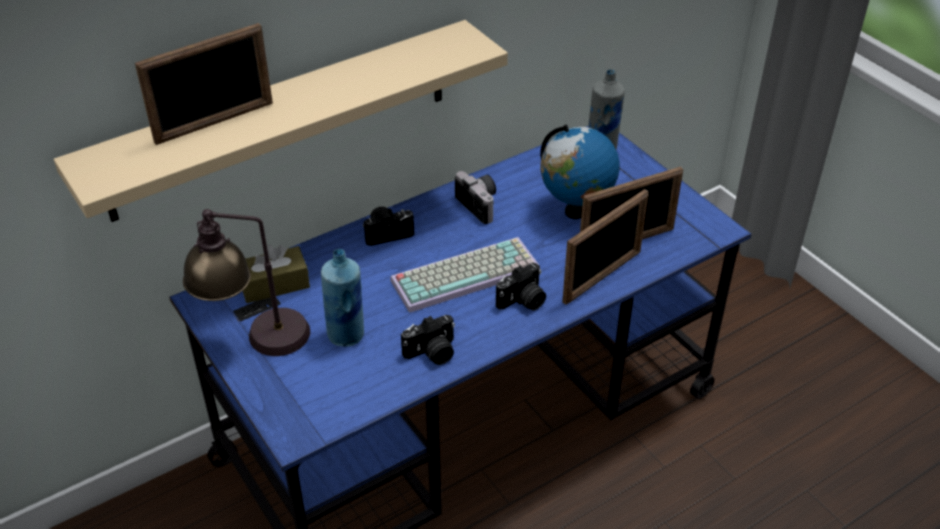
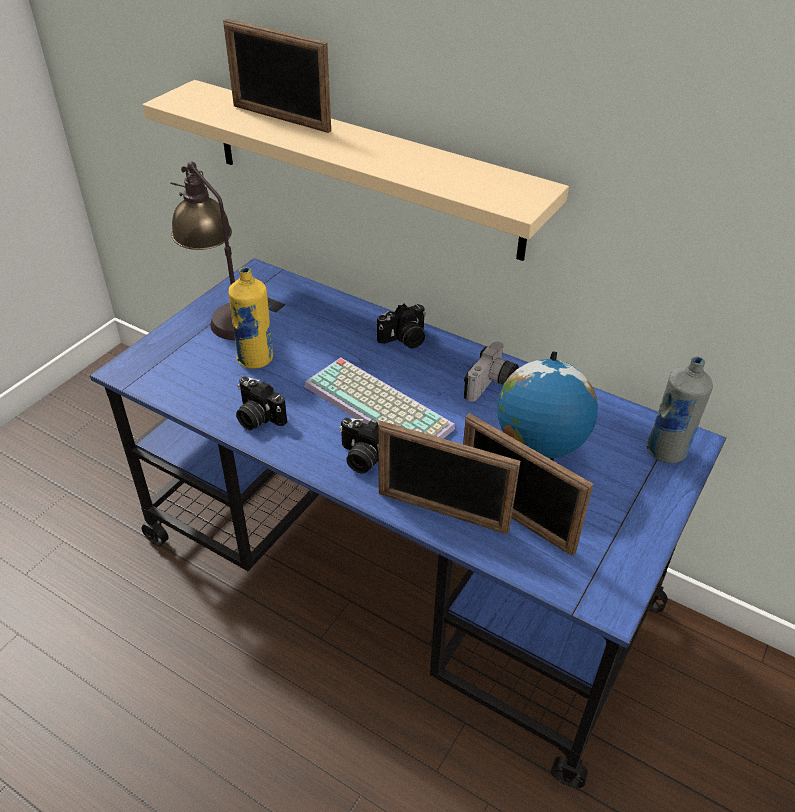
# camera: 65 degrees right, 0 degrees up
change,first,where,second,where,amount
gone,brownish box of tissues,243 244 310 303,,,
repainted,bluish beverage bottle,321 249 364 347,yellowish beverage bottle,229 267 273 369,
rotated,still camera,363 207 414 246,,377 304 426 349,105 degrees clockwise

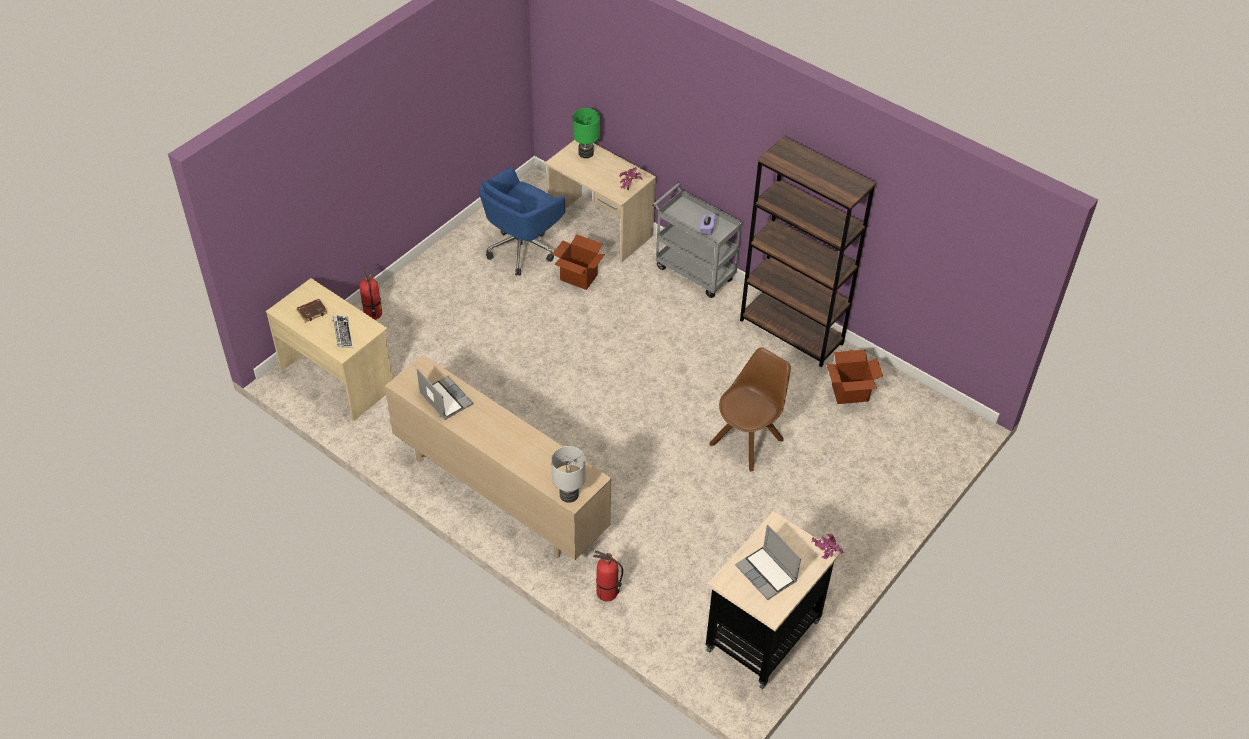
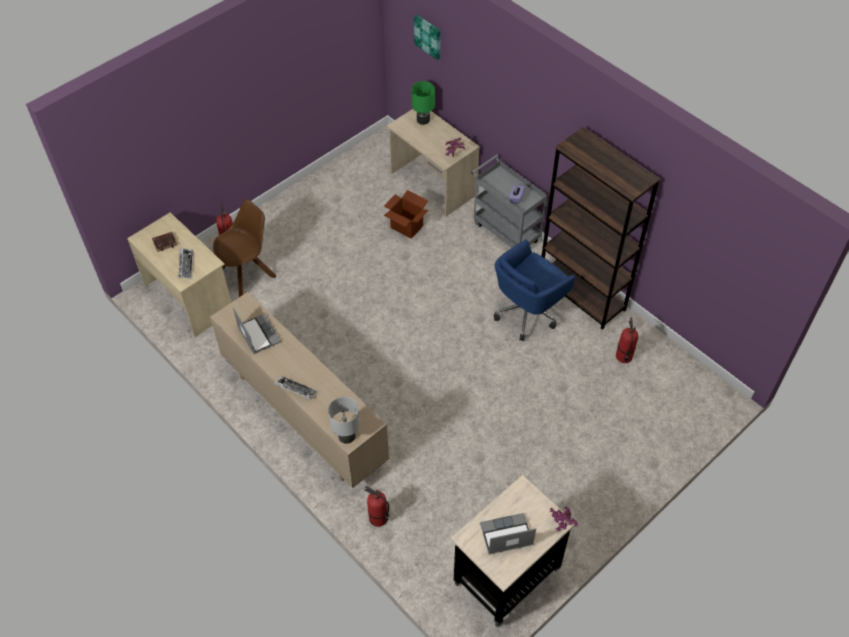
# camera: 10 degrees right, 5 degrees up
change,first,where,second,where,amount
shifted,bluish computer chair,478 167 565 276,,494 240 575 341,
shifted,brownish upright chair,709 347 791 472,,213 199 276 297,
rotated,portable computer,735 525 801 600,,480 513 536 554,105 degrees clockwise
swapped,carton,827 350 883 404,fire extinguisher,616 318 638 363,
new,,,PC keyboard,274 376 317 399,
new,,,picture,414 14 441 60,

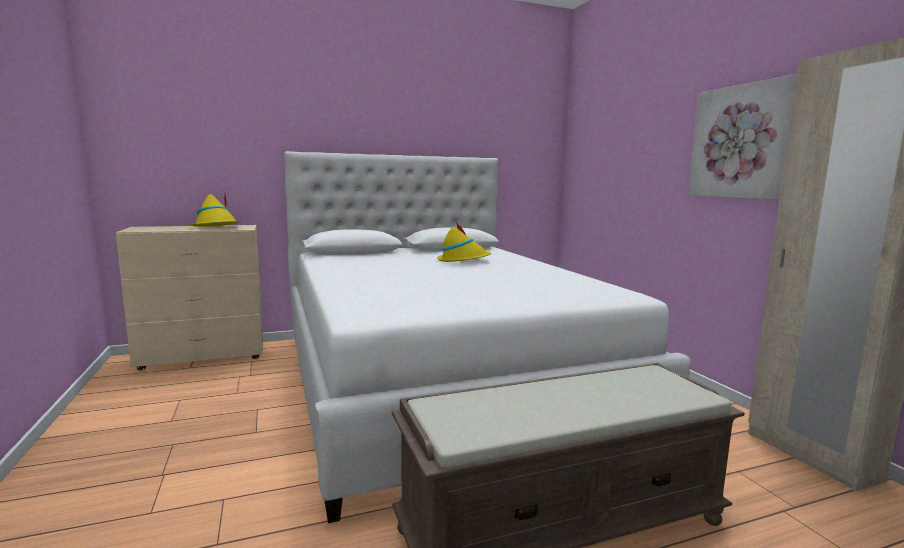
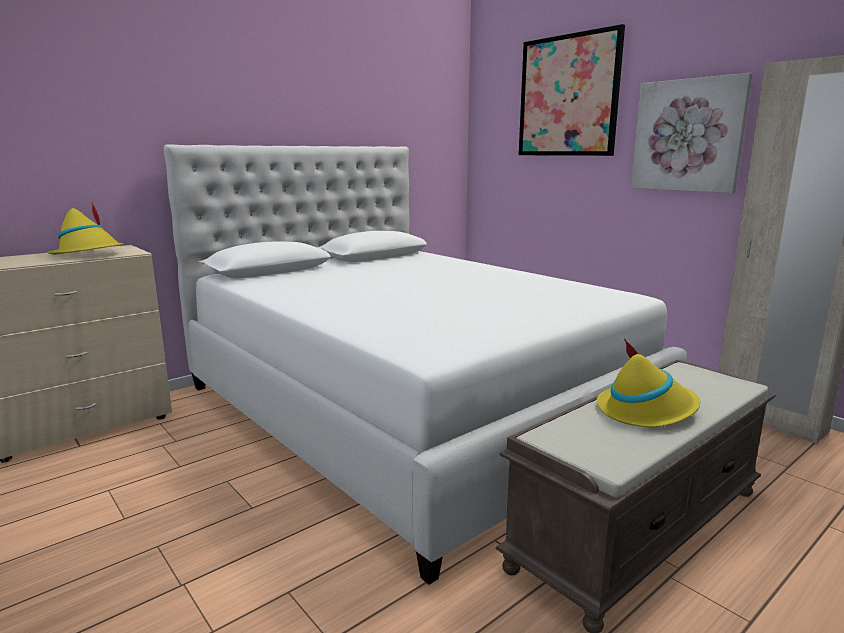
# camera: 20 degrees left, 5 degrees up
change,first,where,second,where,amount
shifted,yellowish hat,437 222 491 262,,597 338 700 427,
new,,,picture,518 24 625 156,

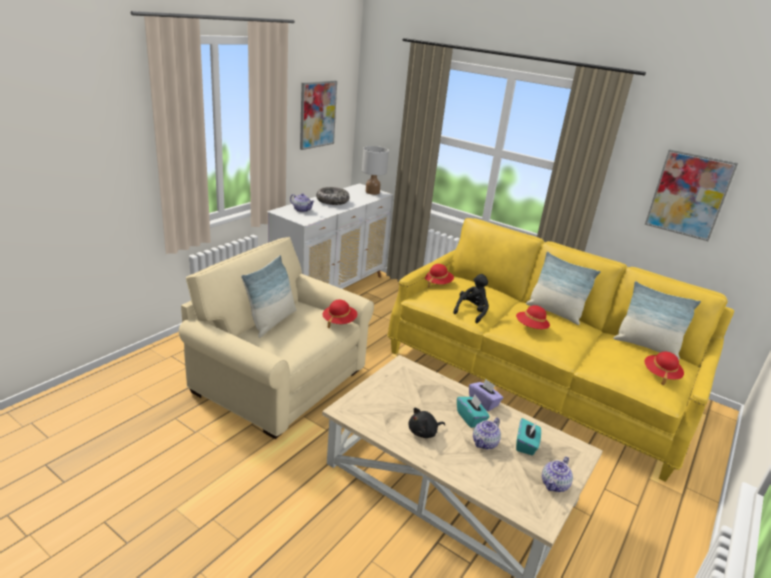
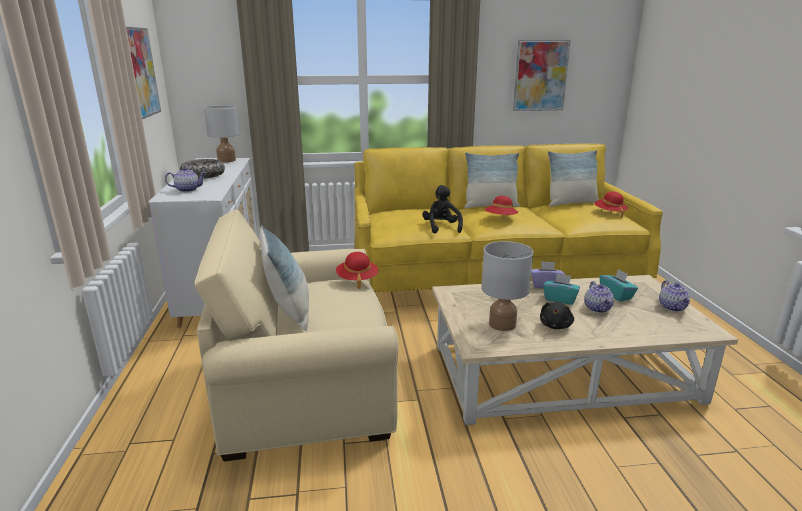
# camera: 40 degrees left, 5 degrees down
change,first,where,second,where,amount
gone,reddish hat,425 264 454 287,,,
new,,,greyish table lamp,481 241 533 331,

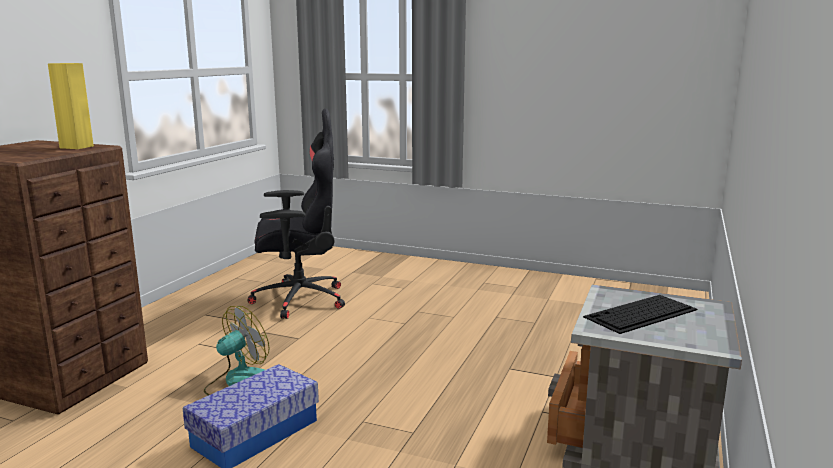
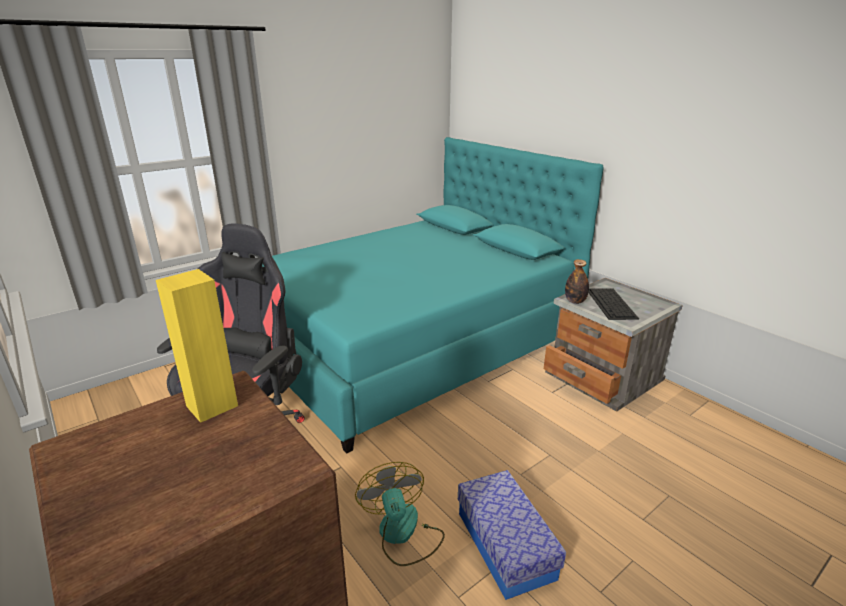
# camera: 60 degrees left, 10 degrees up
change,first,where,second,where,amount
new,,,blue-green bedroom bed,262 137 604 453,
new,,,beverage bottle,565 259 589 304,

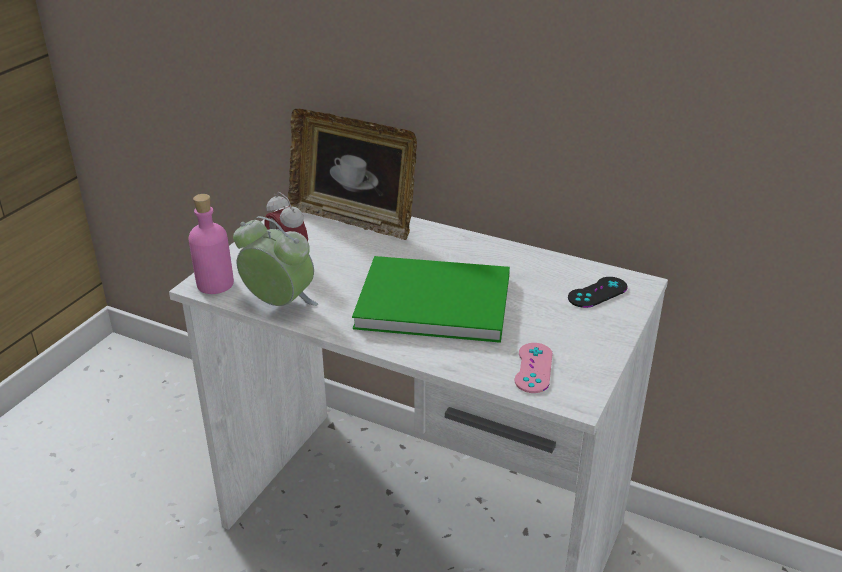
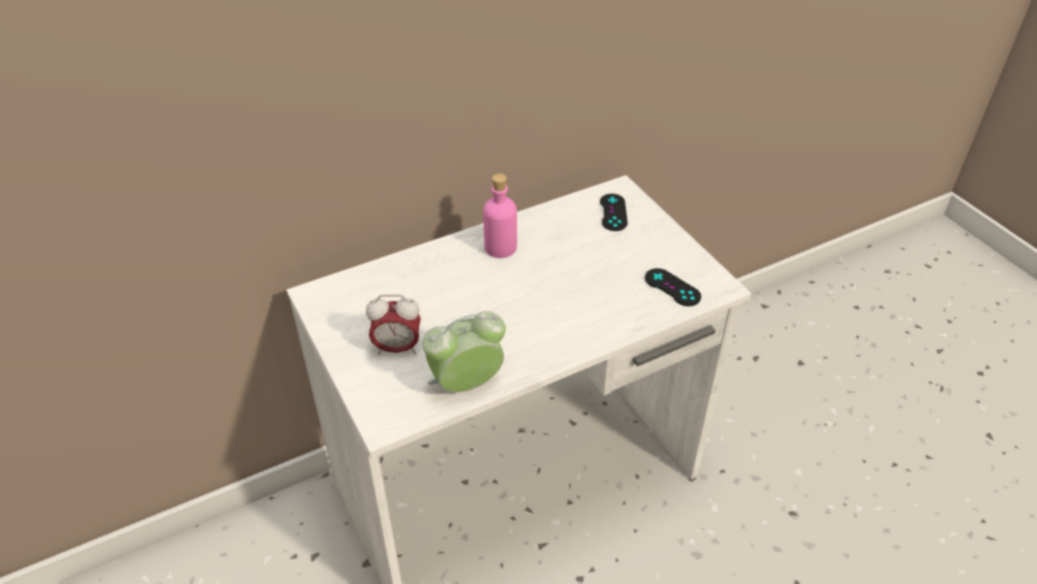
# camera: 55 degrees left, 10 degrees up
change,first,where,second,where,amount
shifted,pink-coloured beverage bottle,189 194 234 294,,483 174 517 258,
gone,picture frame,288 109 417 240,,,
gone,green-coloured volume,352 256 510 343,,,
repainted,pink-coloured game controller,515 343 553 393,black-coloured game controller,645 268 701 306,

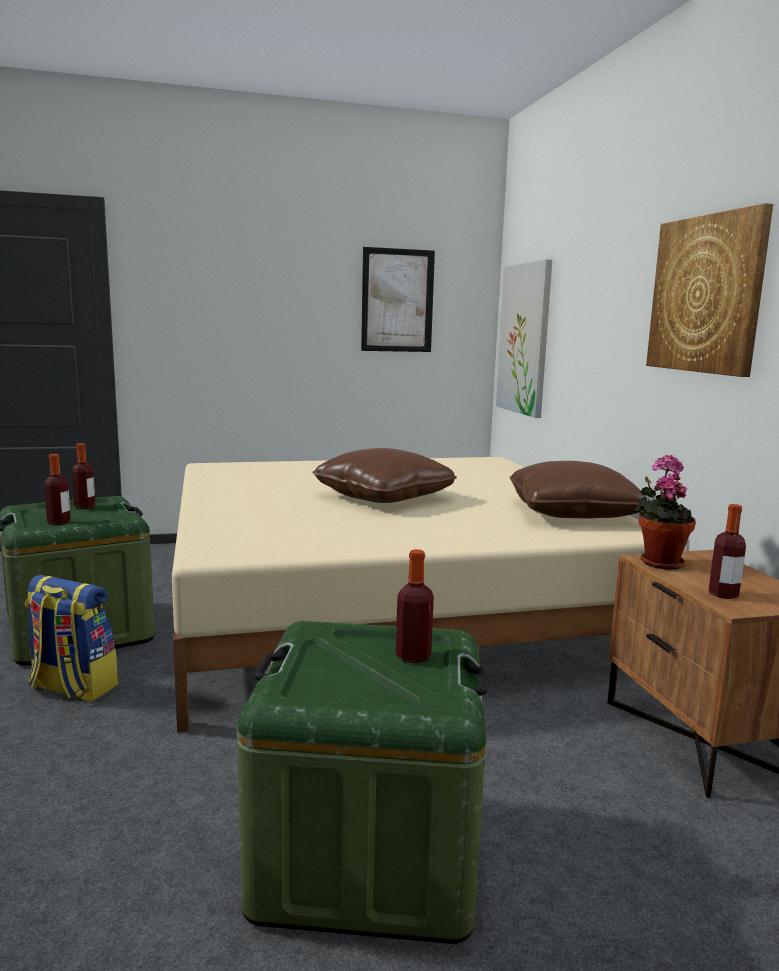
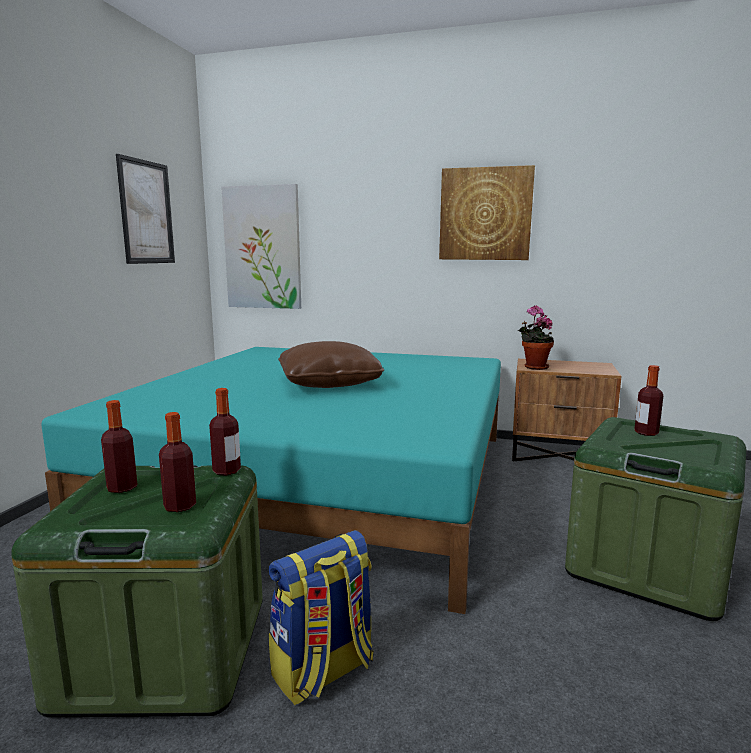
# camera: 60 degrees left, 0 degrees up
change,first,where,second,where,amount
repainted,beige bedroom bed,172 457 687 733,blue-green bedroom bed,41 347 501 614,
gone,brownish cushion,510 461 646 518,,,
shifted,beverage bottle,709 504 746 599,,209 388 241 476,

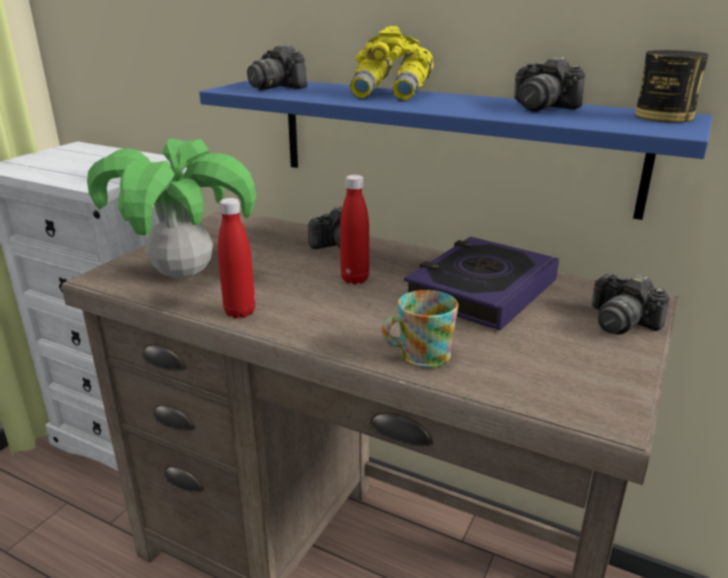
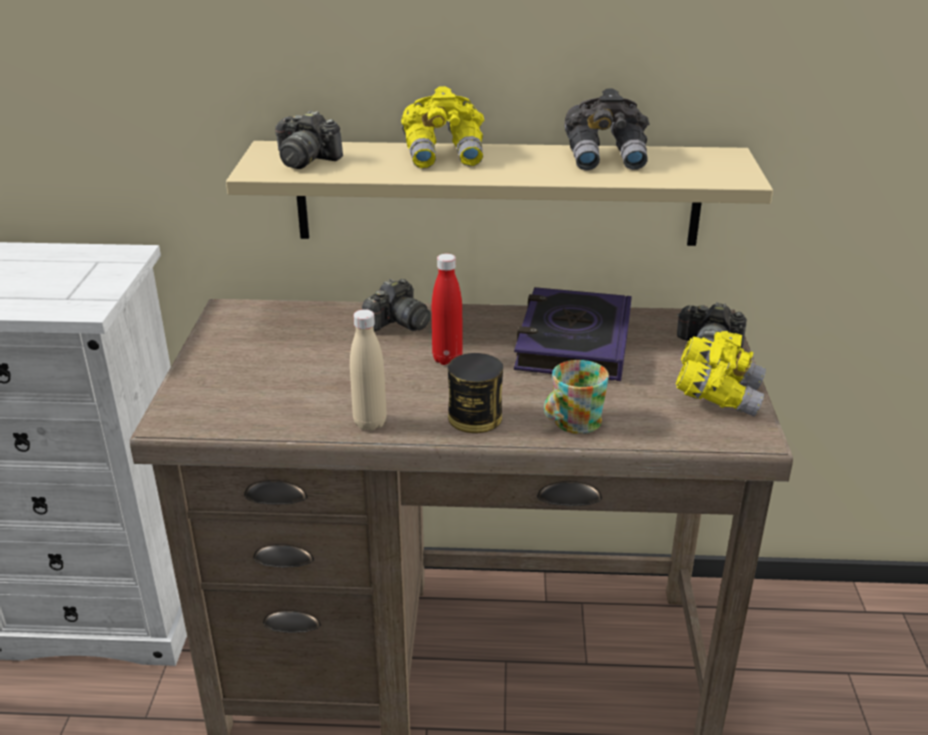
# camera: 25 degrees left, 5 degrees up
change,first,where,second,where,amount
gone,plant in a pot,87 138 256 279,,,
repainted,bluish bracket shelf,199 80 712 220,beige bracket shelf,226 141 773 246,
repainted,reddish beverage bottle,218 198 255 318,beige beverage bottle,350 309 387 431,
swapped,still camera,514 57 585 112,greyish binoculars,564 89 650 171,
shifted,metal can,635 50 709 123,,448 353 503 433,
new,,,yellowish binoculars,676 331 766 417,

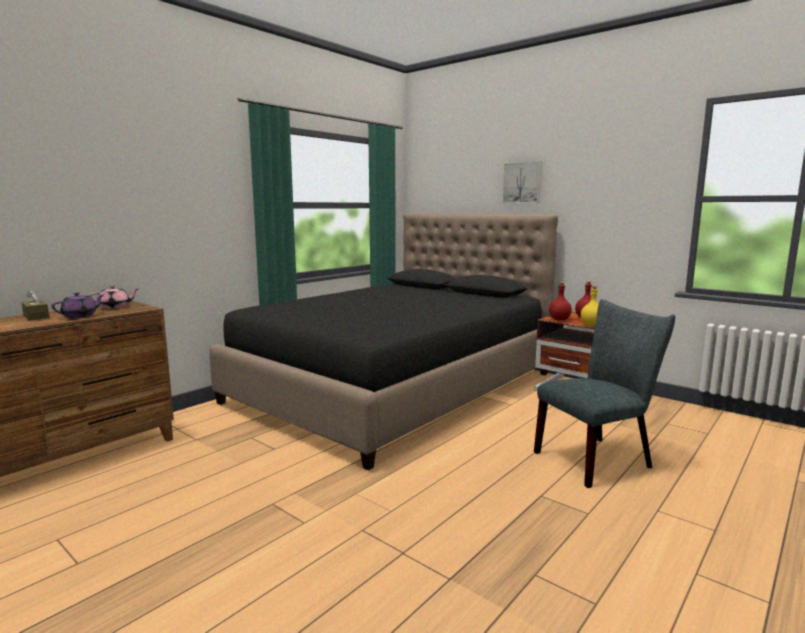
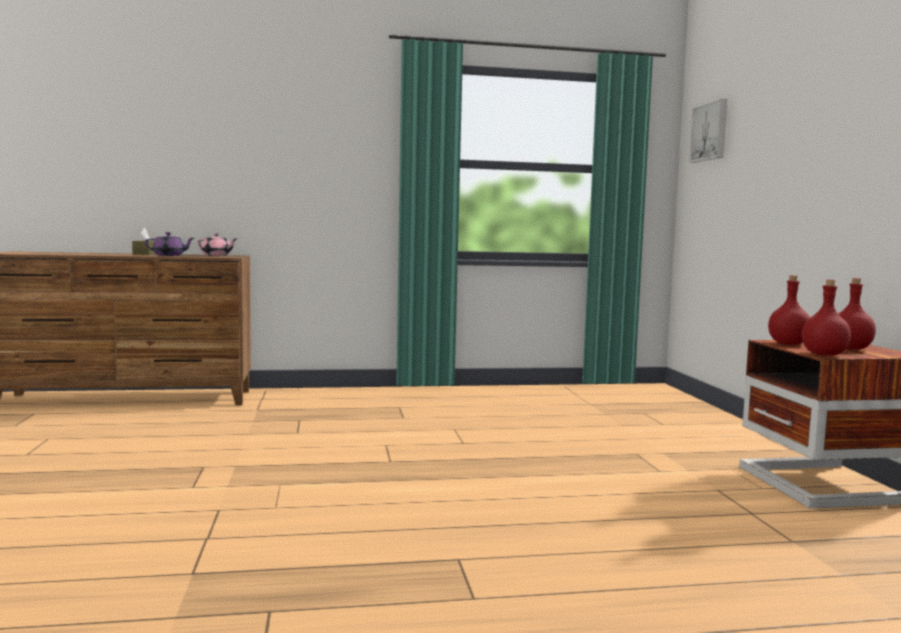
# camera: 40 degrees right, 5 degrees down
change,first,where,second,where,amount
gone,black-coloured bedroom bed,209 213 558 470,,,
shifted,picture,502 161 542 203,,689 99 727 163,
gone,greyish upright chair,534 299 675 488,,,
repainted,yellowish beverage bottle,581 286 599 326,reddish beverage bottle,802 280 851 356,

